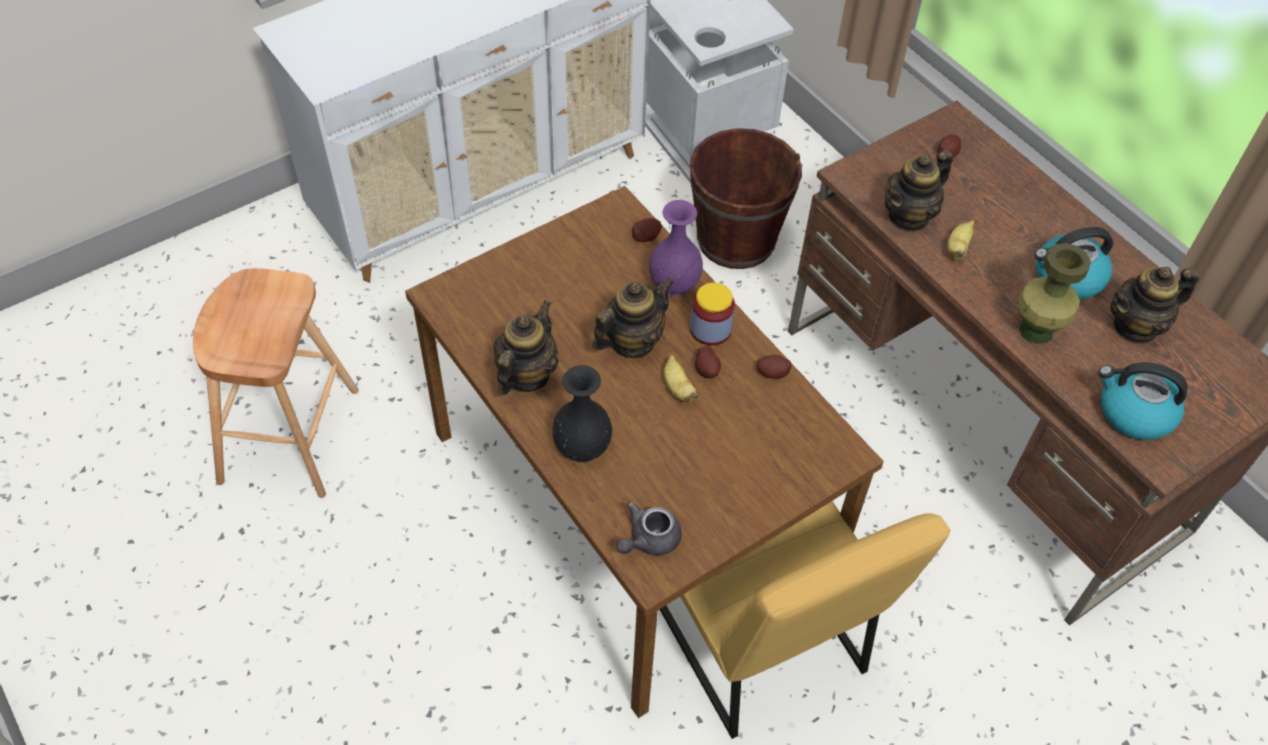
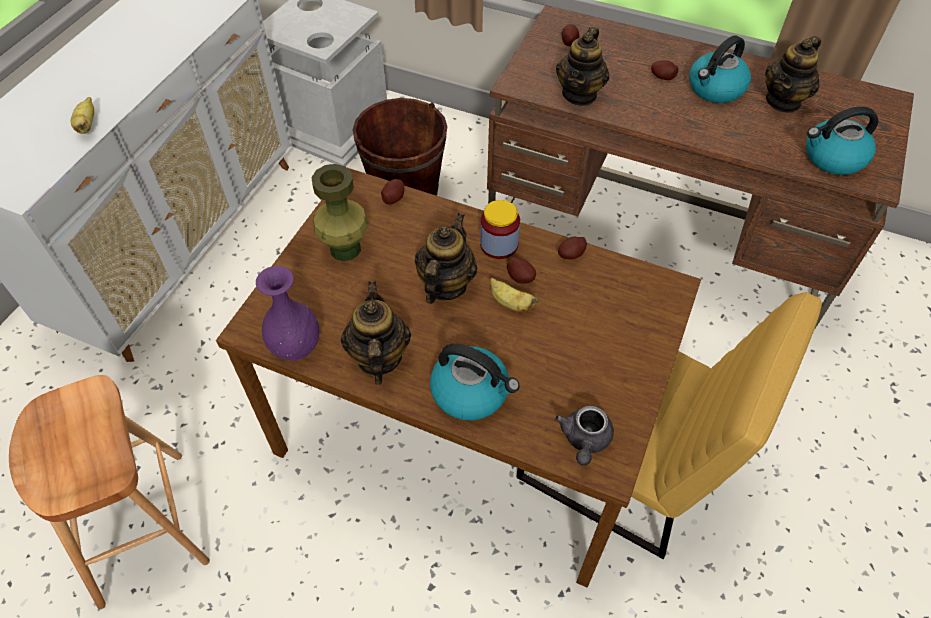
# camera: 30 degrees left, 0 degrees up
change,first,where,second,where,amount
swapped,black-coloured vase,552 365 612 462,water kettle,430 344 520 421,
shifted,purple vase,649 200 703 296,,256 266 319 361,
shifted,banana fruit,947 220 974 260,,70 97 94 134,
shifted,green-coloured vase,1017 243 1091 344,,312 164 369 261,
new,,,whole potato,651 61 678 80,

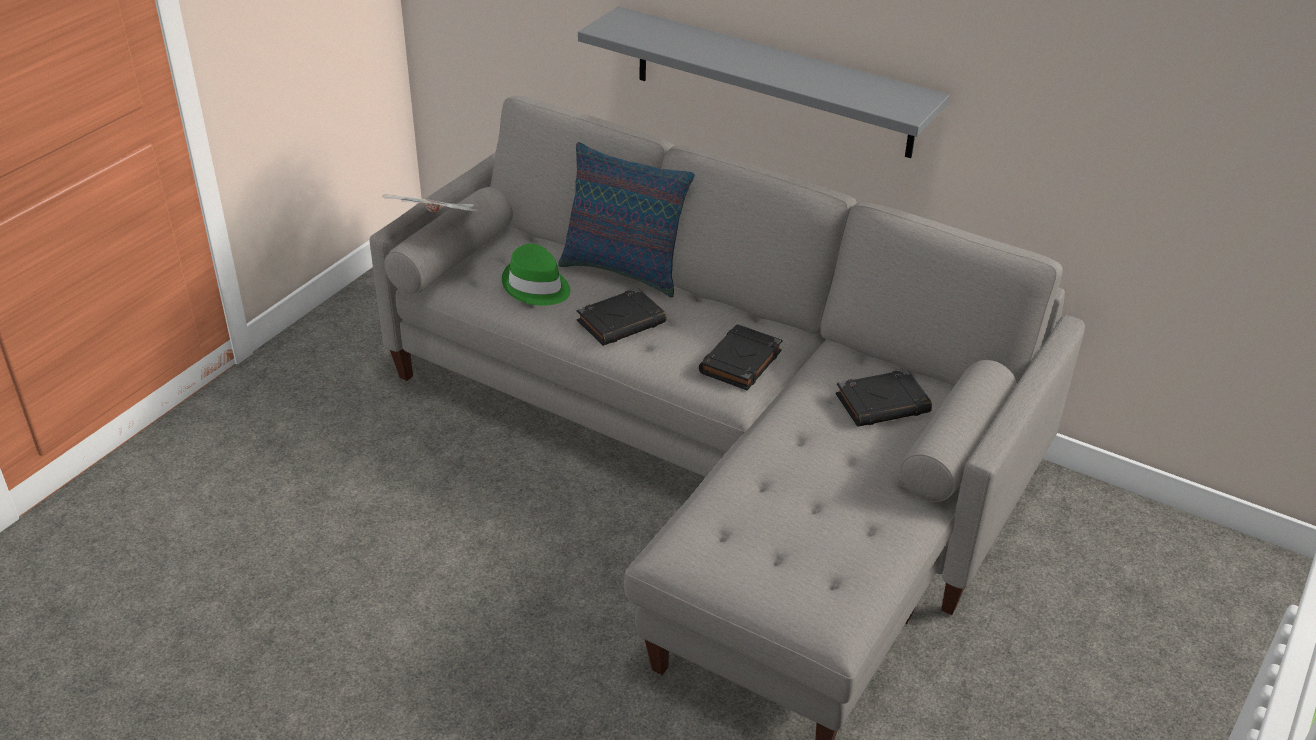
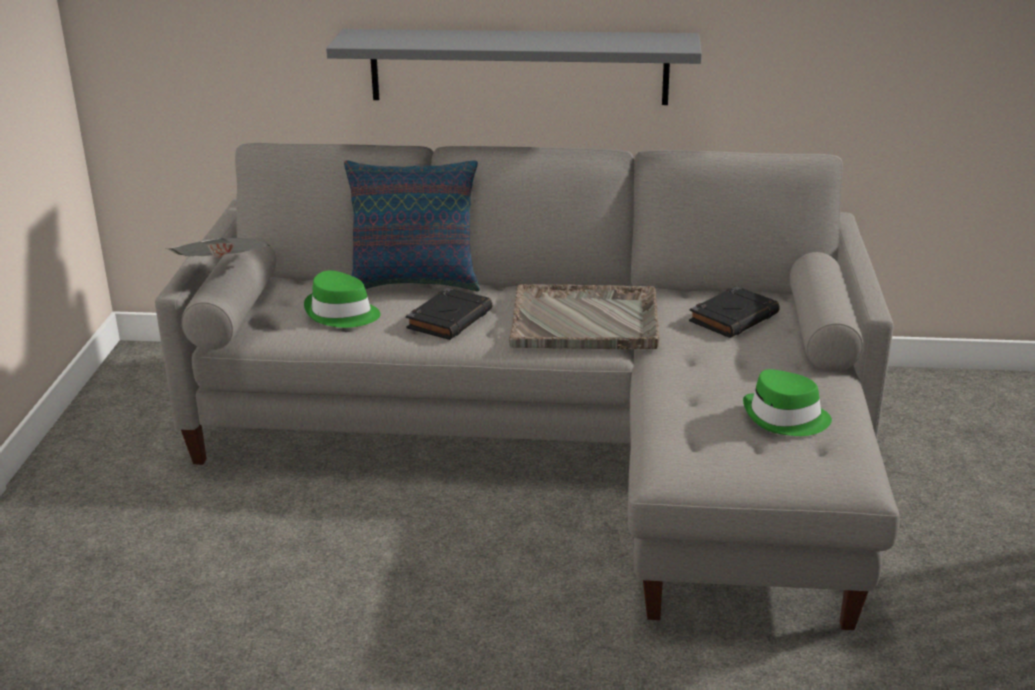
# camera: 25 degrees left, 10 degrees down
change,first,where,second,where,amount
swapped,black-coloured volume,699 324 782 390,greyish carrying tray,509 284 660 349,
new,,,green-coloured hat,743 369 832 436,

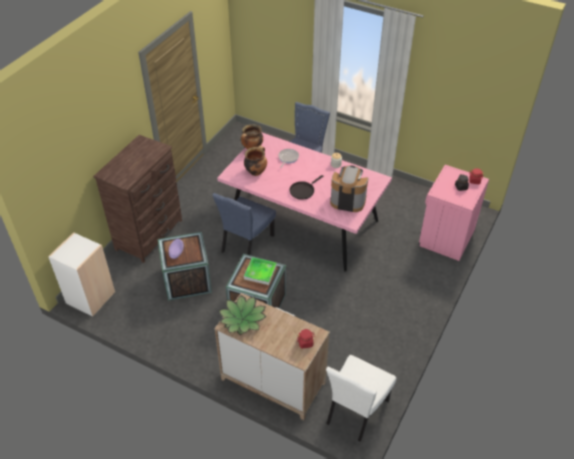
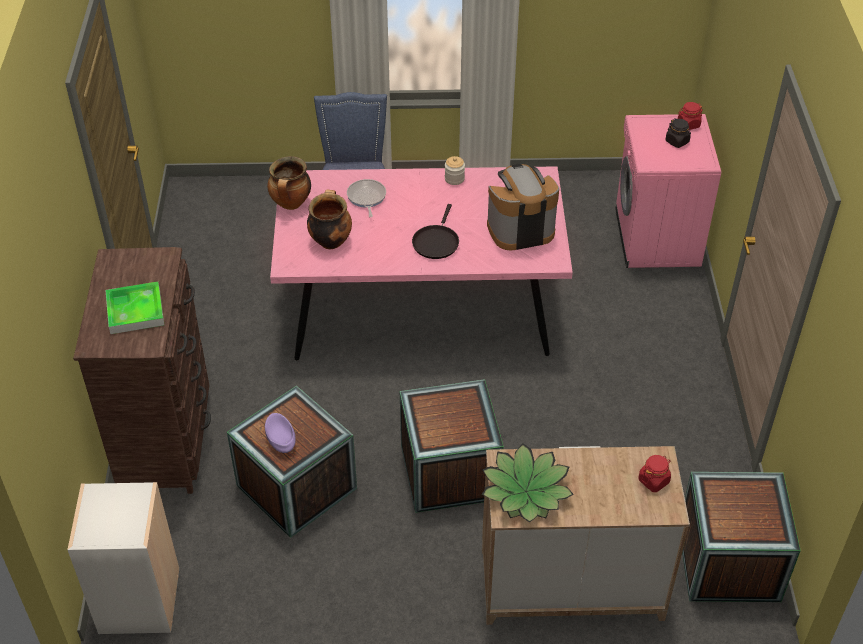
# camera: 30 degrees left, 0 degrees up
change,first,where,second,where,amount
gone,bluish upright chair,212 193 276 255,,,
shifted,carrying tray,244 257 277 285,,105 282 164 334,
swapped,white upright chair,326 355 396 442,packing crate,682 472 801 602,

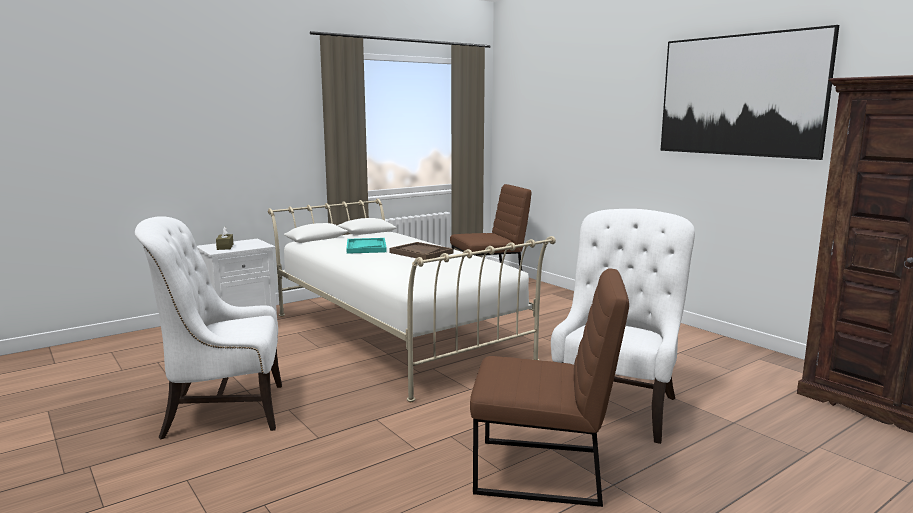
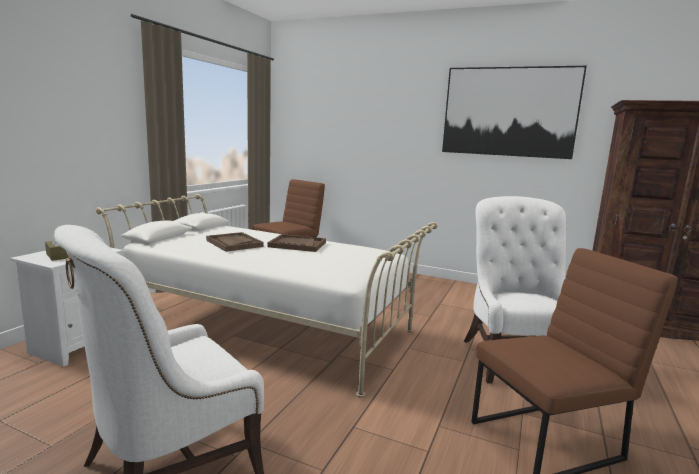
# camera: 30 degrees left, 0 degrees up
change,first,where,second,where,amount
repainted,blue-green carrying tray,346 238 387 254,brownish carrying tray,206 232 264 252,

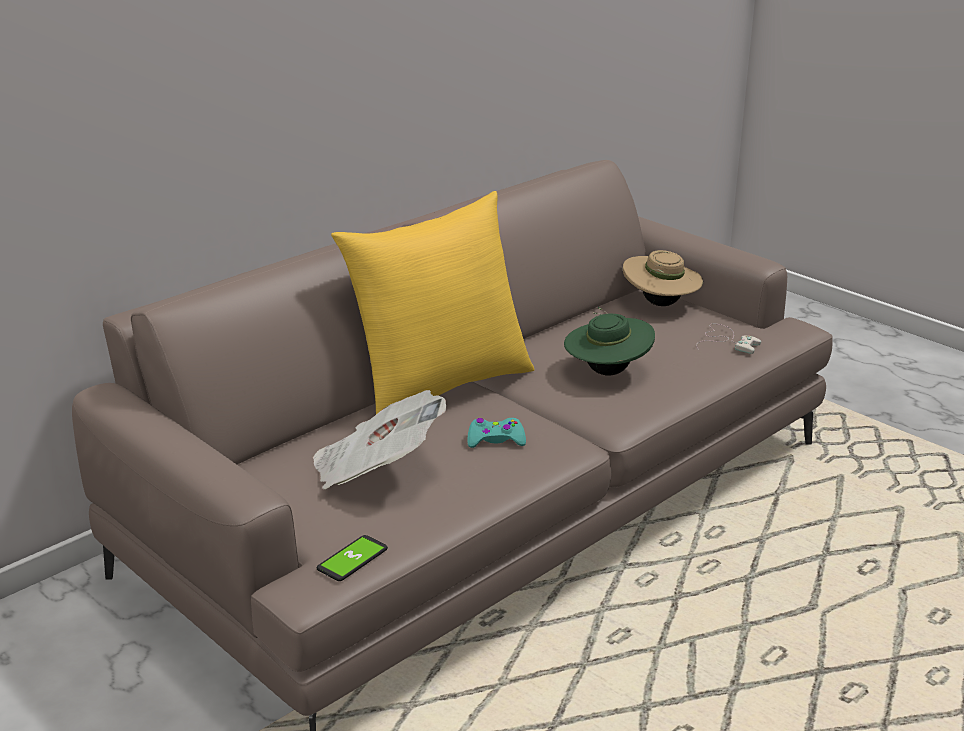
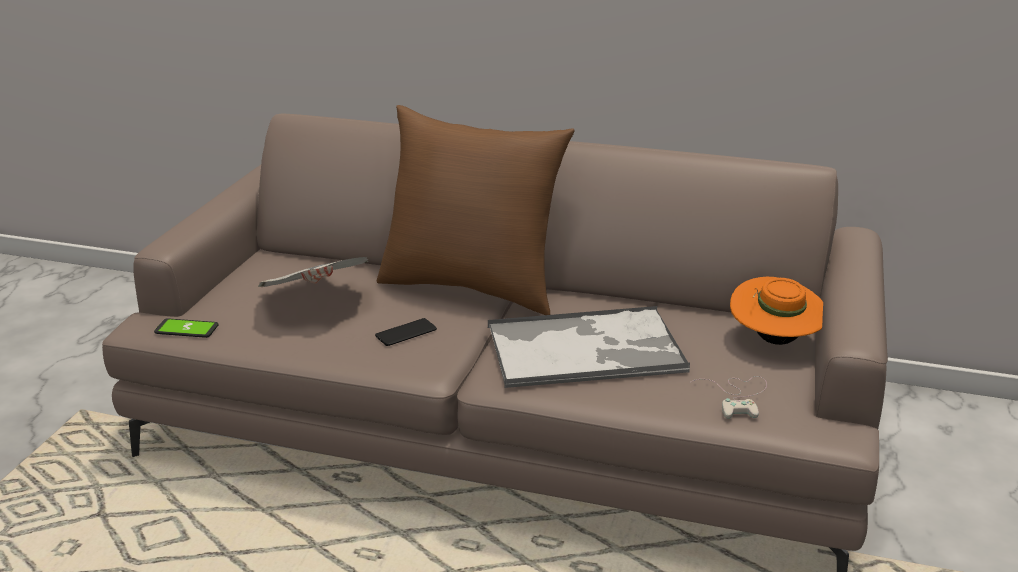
# camera: 60 degrees right, 0 degrees up
change,first,where,second,where,amount
repainted,yellowish cushion,331 191 535 414,brownish cushion,377 105 575 315,
swapped,blue-green game controller,468 418 526 448,telephone,375 318 437 346,
swapped,green-coloured hat,564 307 655 375,carrying tray,488 306 690 388,
repainted,beige hat,623 250 703 306,orange-coloured hat,730 277 823 345,

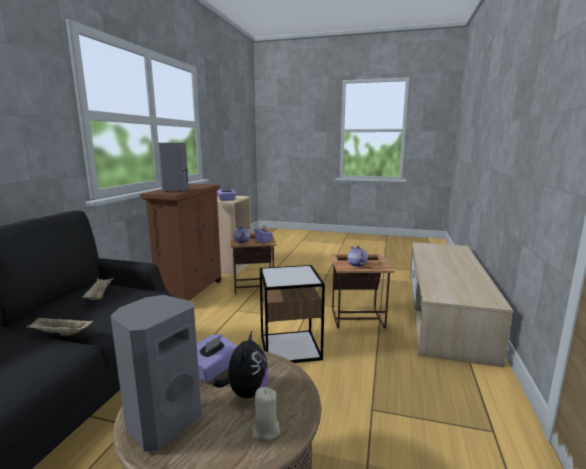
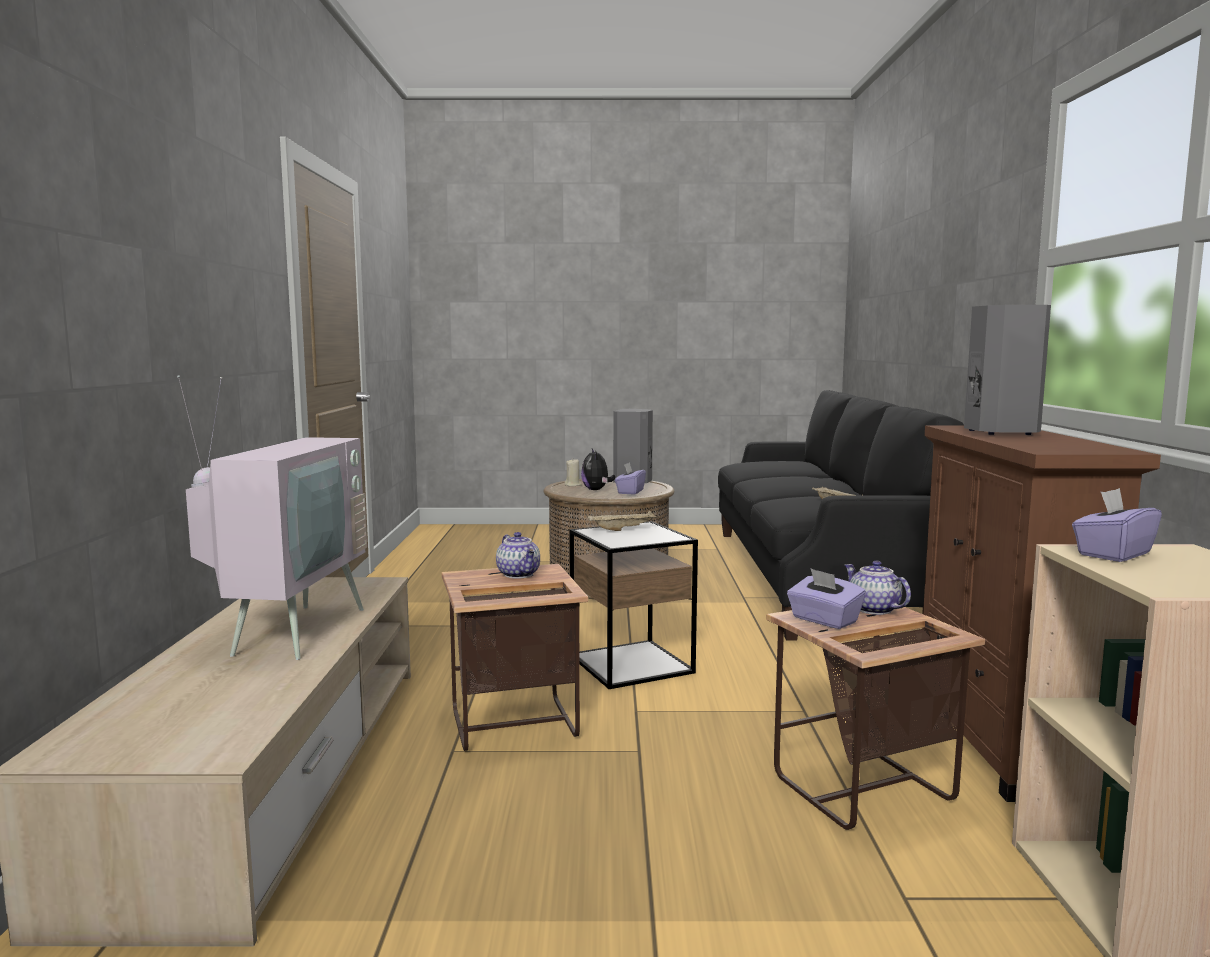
# camera: 165 degrees right, 5 degrees down
change,first,where,second,where,amount
shifted,beige carrying tray,26 317 93 336,,587 511 660 531,
new,,,television,177 375 367 660,

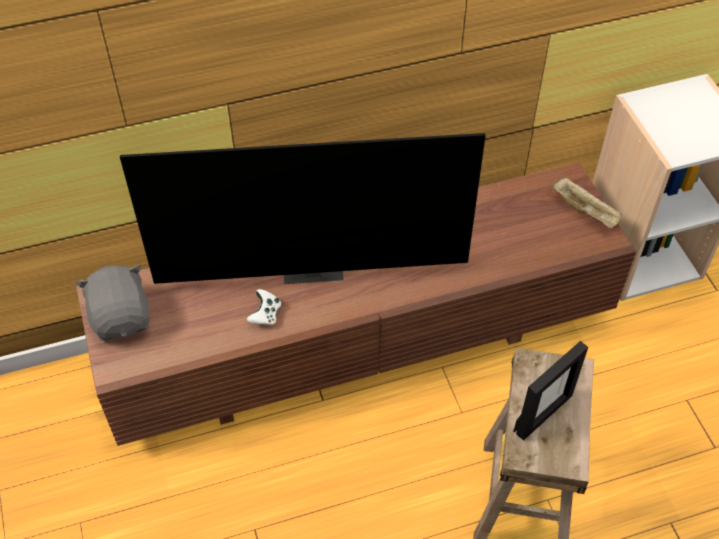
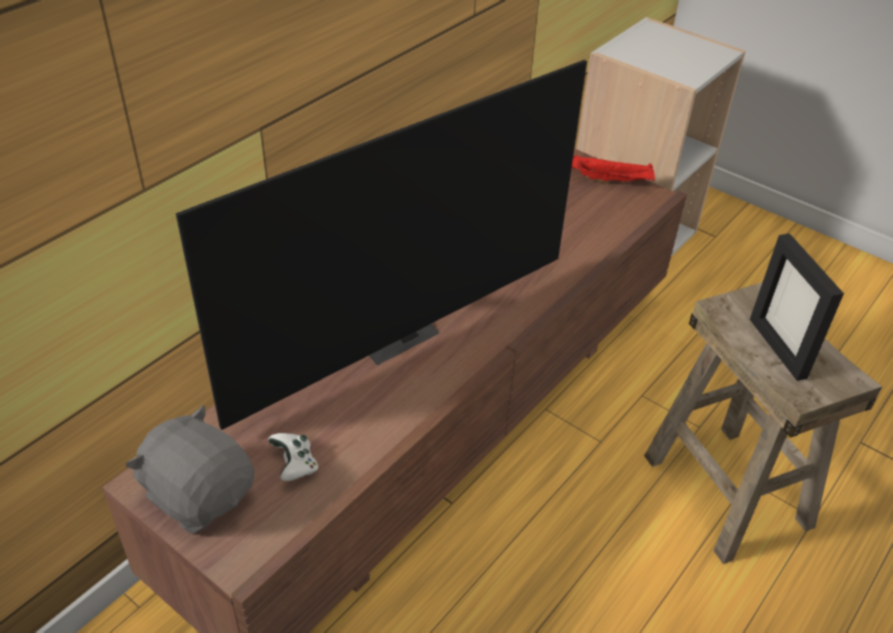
# camera: 35 degrees left, 10 degrees down
change,first,where,second,where,amount
shifted,white game controller,247 289 281 326,,268 433 318 481,
rotated,picture frame,513 341 588 441,,750 233 844 381,150 degrees clockwise
repainted,beige carrying tray,552 177 622 229,reddish carrying tray,572 155 655 184,

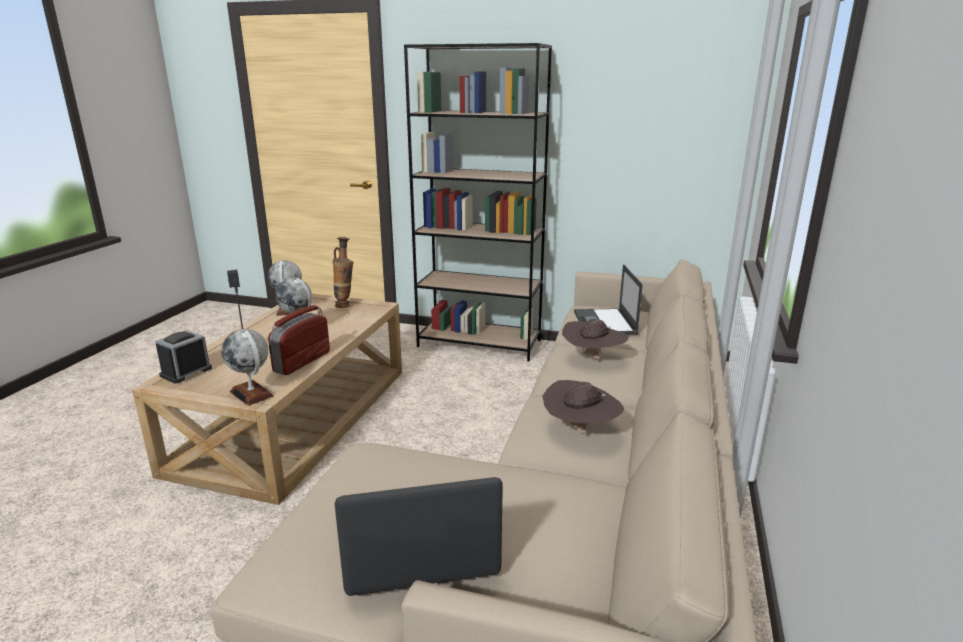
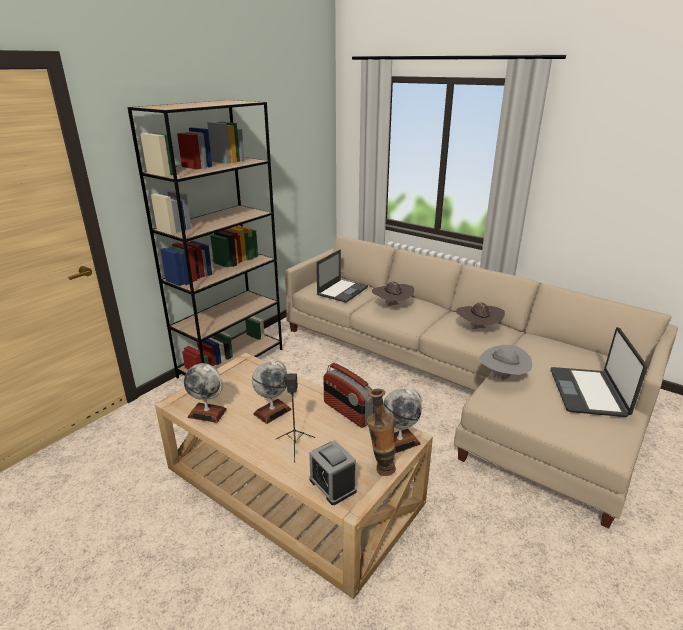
# camera: 70 degrees left, 5 degrees up
change,first,where,second,where,amount
shifted,vase,332 237 354 308,,367 388 396 476,
rotated,portable computer,574 264 643 335,,316 249 368 303,75 degrees counterclockwise
new,,,greyish hat,479 345 533 380,

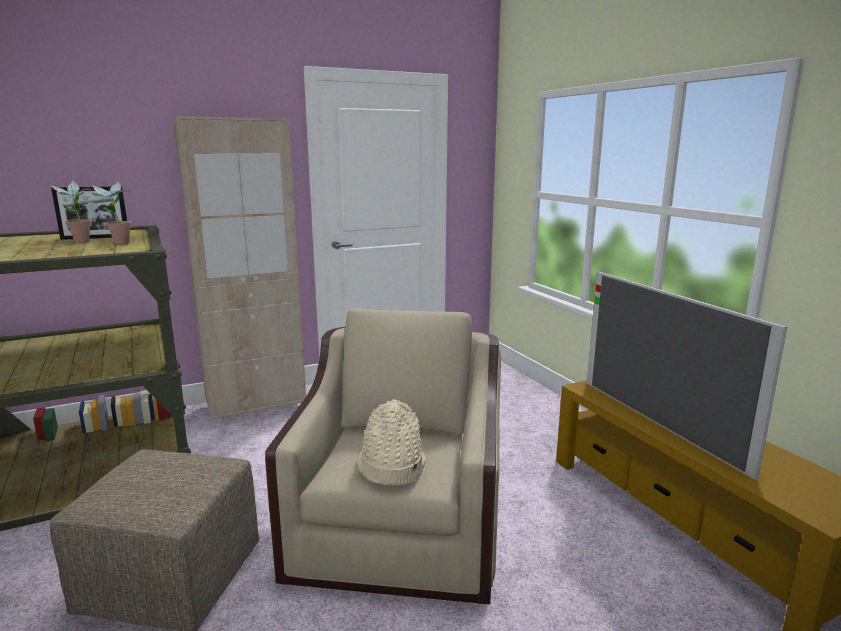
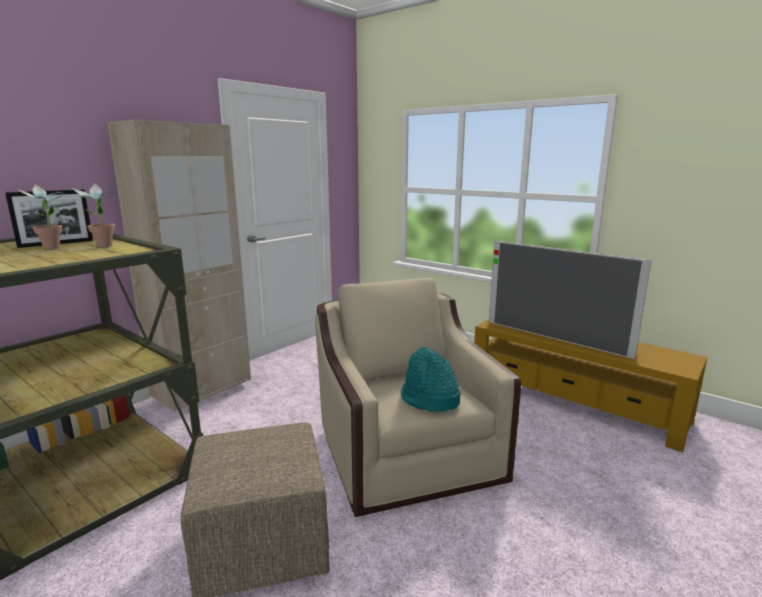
# camera: 25 degrees left, 0 degrees up
change,first,where,second,where,amount
repainted,beige hat,357 399 425 485,blue-green hat,401 347 461 411,

